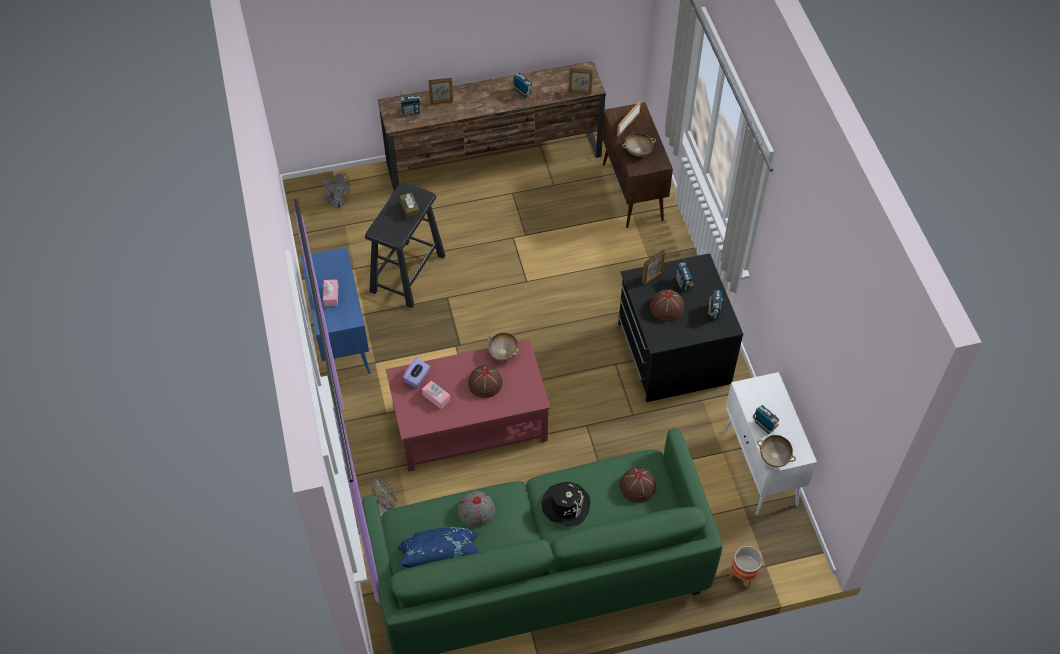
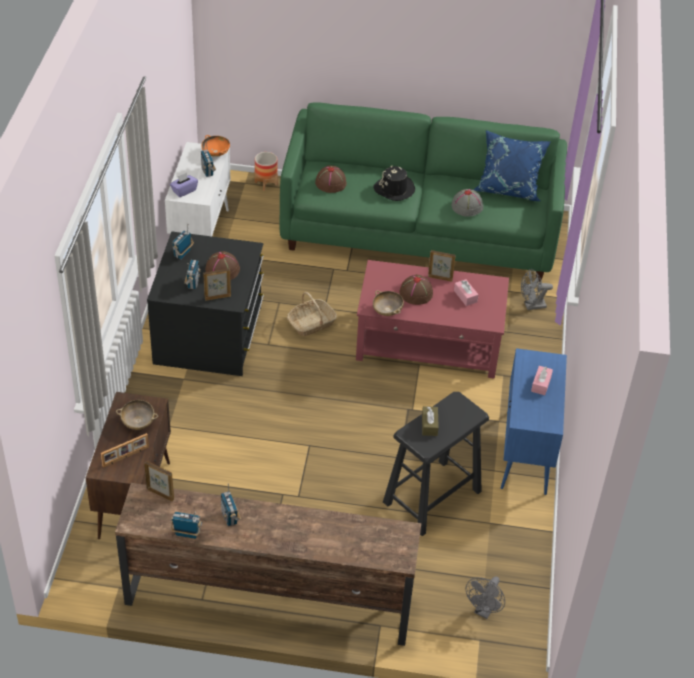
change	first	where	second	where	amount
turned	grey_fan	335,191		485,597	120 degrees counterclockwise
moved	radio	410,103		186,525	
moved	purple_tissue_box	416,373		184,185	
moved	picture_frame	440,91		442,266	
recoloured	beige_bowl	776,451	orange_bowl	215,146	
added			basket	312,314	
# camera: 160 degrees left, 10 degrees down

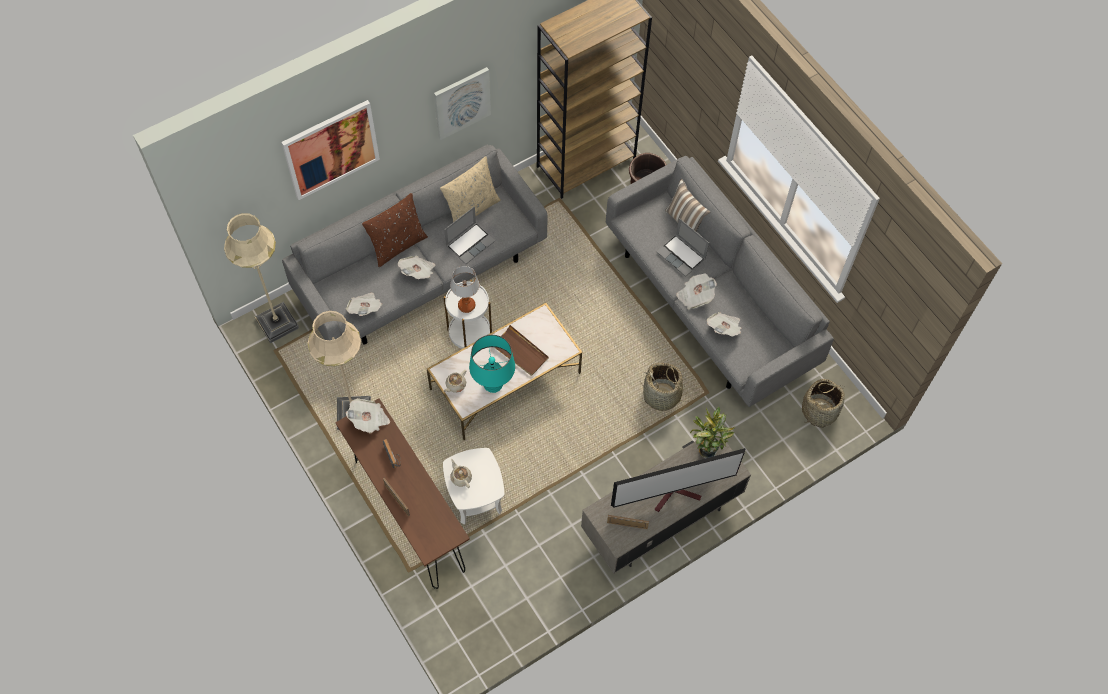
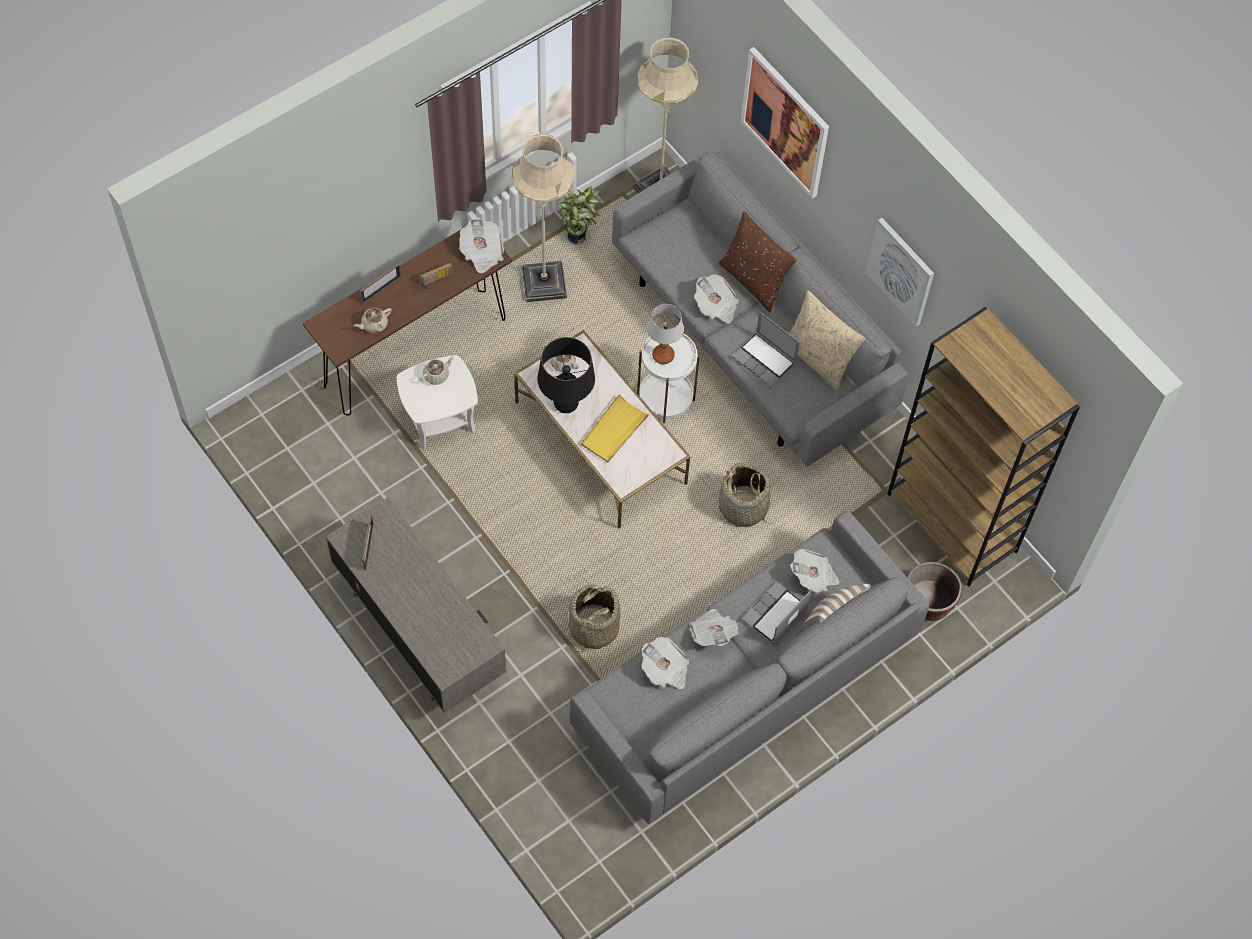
change	first	where	second	where	amount
moved	newspaper	364,304		814,571	
recoloured	turquoise_table_lamp	492,364	black_table_lamp	566,375	
recoloured	brown_tray	521,350	yellow_tray	615,428	
removed	television	678,480			
moved	potted_plant	713,433		580,215	
moved	basket	823,403		744,495	
added			beige_teapot	373,320	
# camera: 85 degrees right, 0 degrees up

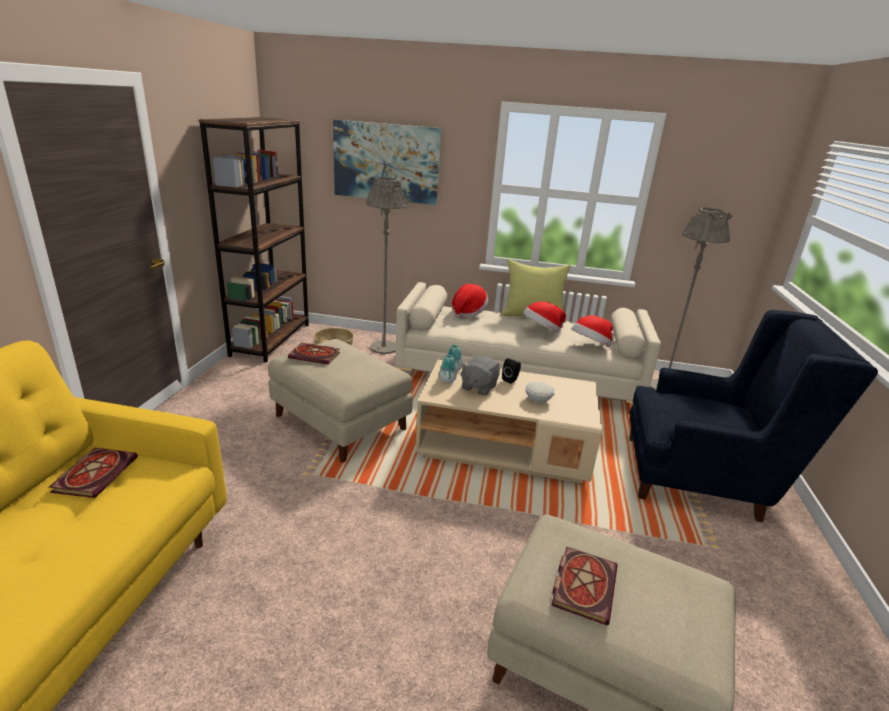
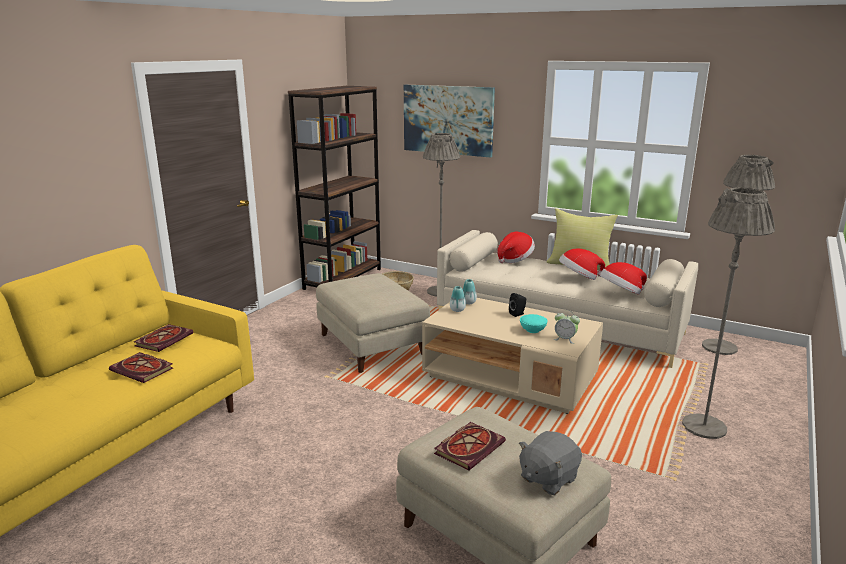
change	first	where	second	where	amount
moved	book	314,353		141,367	
moved	grey_plush_toy	480,376		550,463	
recoloured	white_bowl	540,392	turquoise_bowl	534,323	
replaced	blue_armchair	753,416	grey_floor_lamp	728,313	
added			alarm_clock	567,327	
# camera: 20 degrees right, 5 degrees down

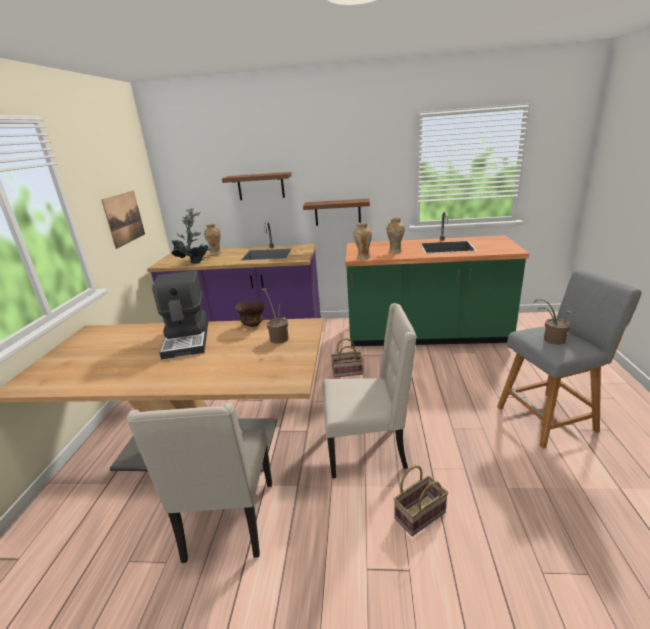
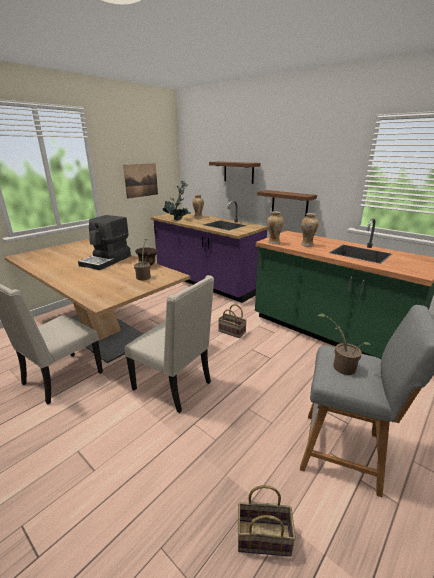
change	first	where	second	where	amount
moved	basket	421,500		267,520	
# camera: 35 degrees right, 0 degrees up

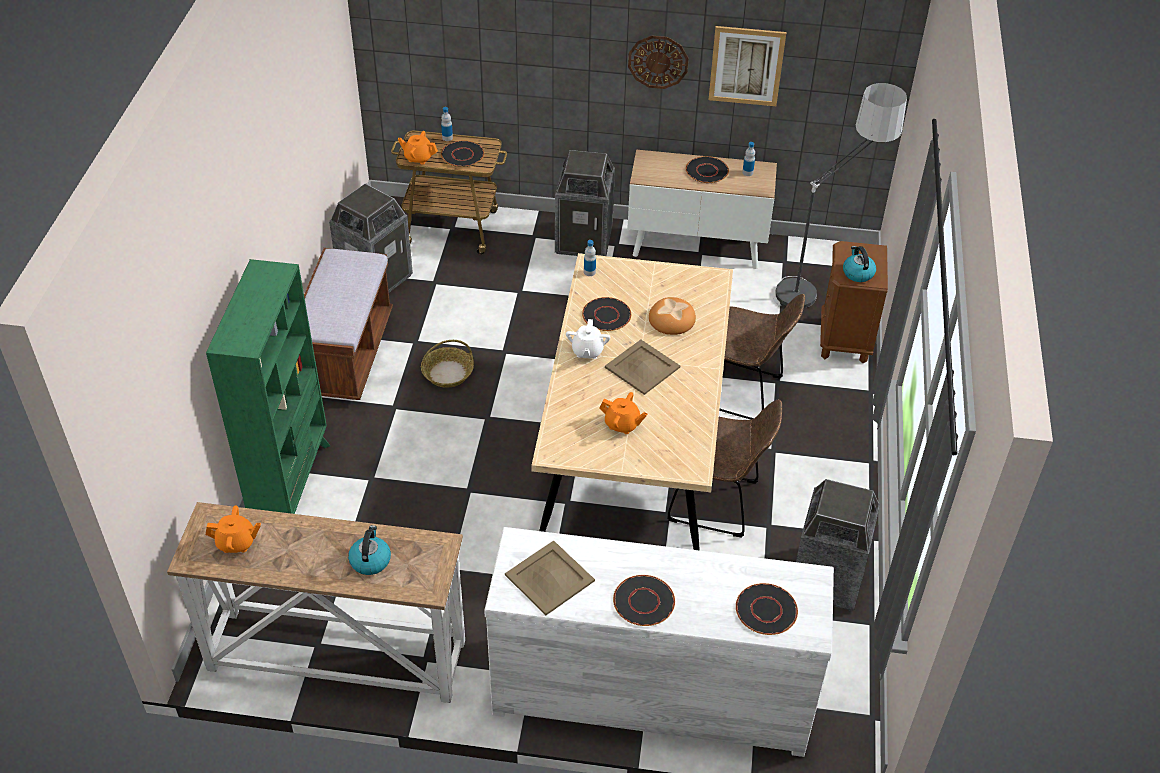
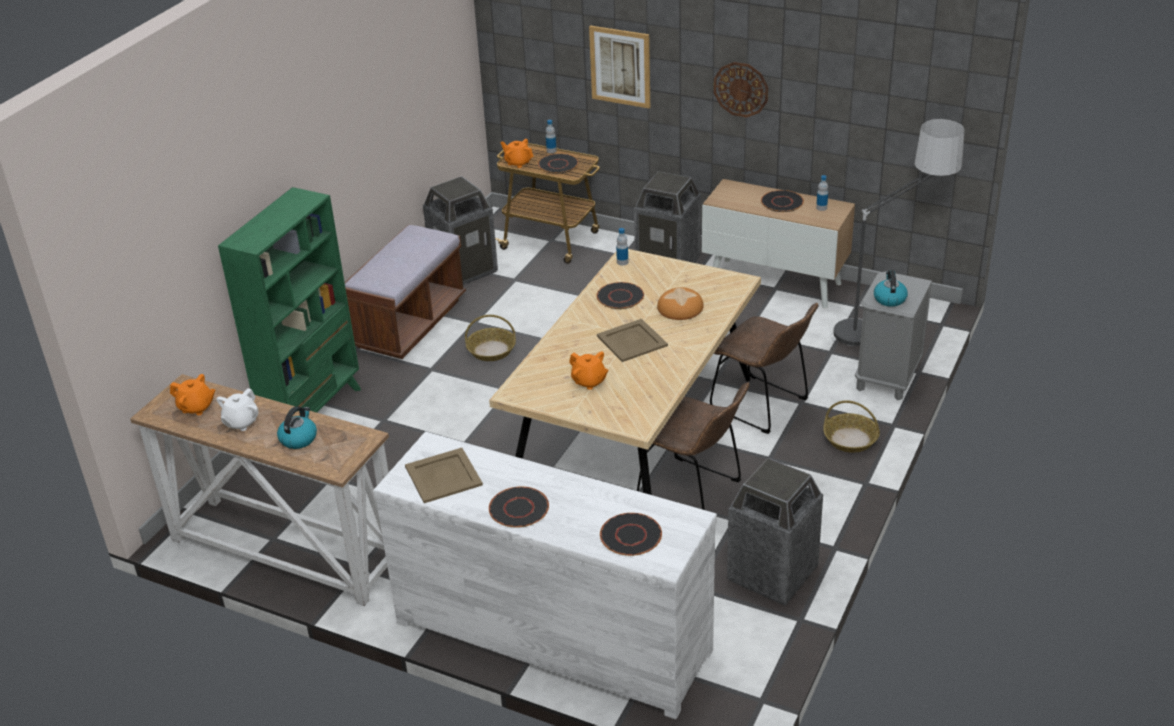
change	first	where	second	where	amount
moved	white_teapot	588,339		237,409	
moved	picture	747,66		619,67	
recoloured	brown_nightstand	854,302	grey_nightstand	893,335	
added			basket	851,426	
# camera: 20 degrees right, 10 degrees down

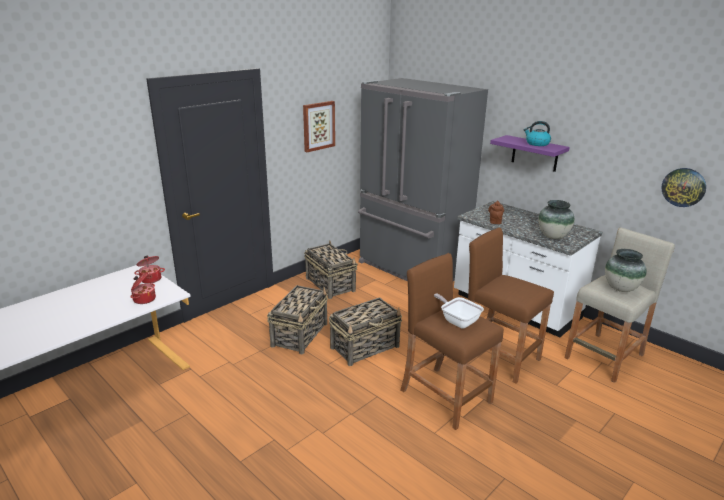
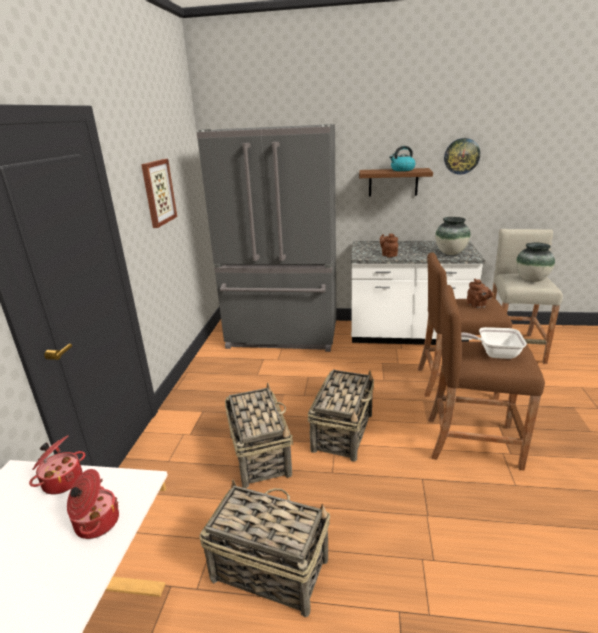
change	first	where	second	where	amount
moved	basket	331,270		264,548	
recoloured	purple_shelf	530,153	brown_shelf	396,182	
moved	wall_clock	683,187		462,156	
added			brown_teapot	480,293	
# camera: 35 degrees left, 0 degrees up

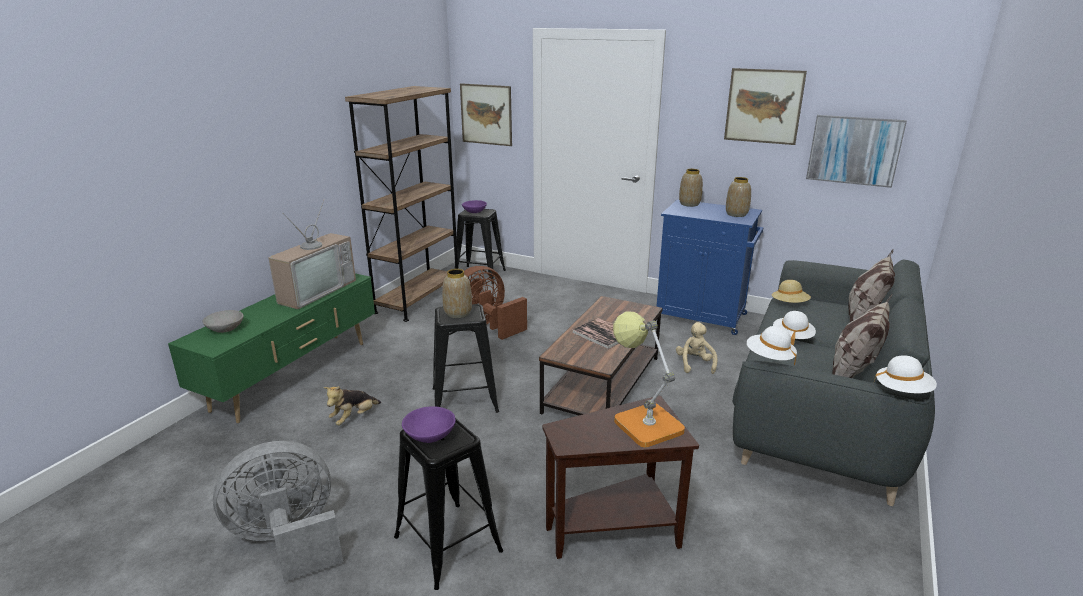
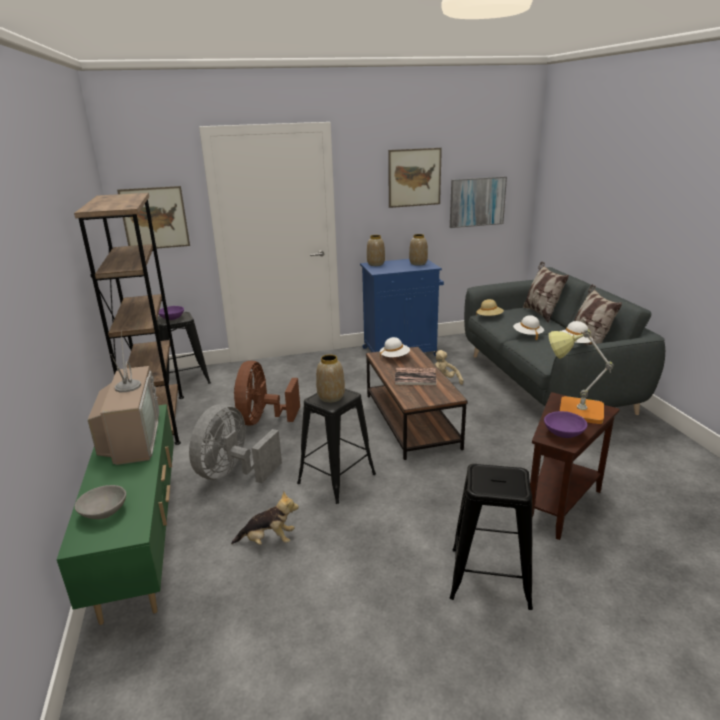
change	first	where	second	where	amount
moved	grey_fan	278,511		235,443	
turned	plush_toy	352,405		265,518	90 degrees counterclockwise
moved	purple_bowl	429,424		565,424	
moved	white_hat	905,374		395,348	
# camera: 40 degrees left, 0 degrees up

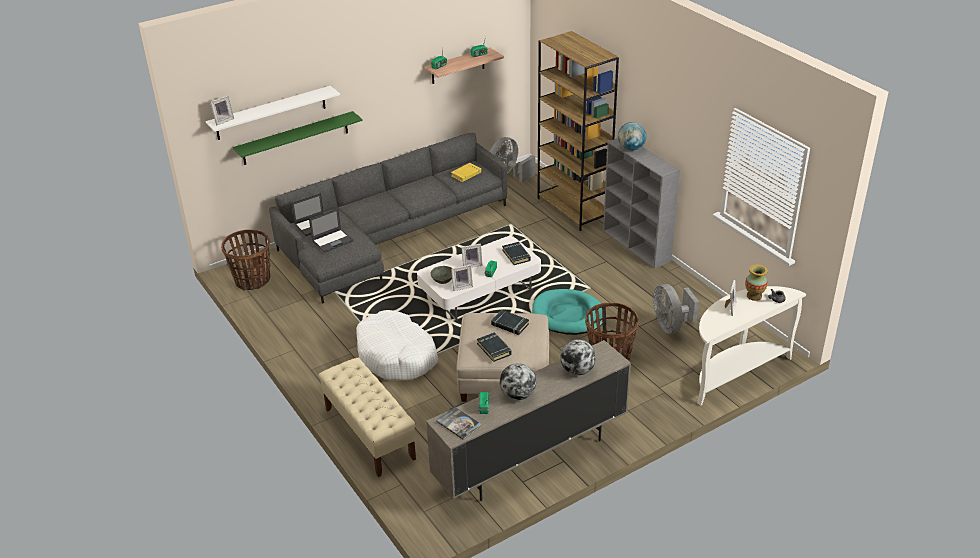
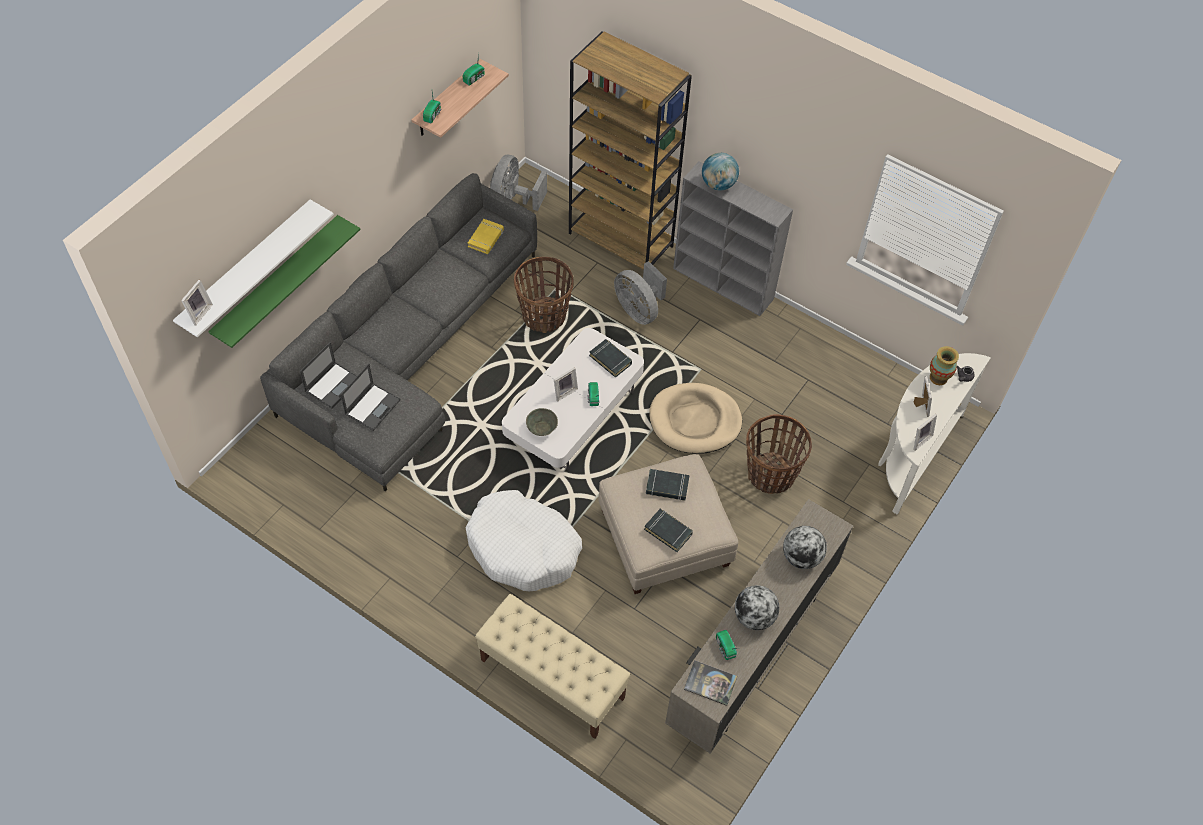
change	first	where	second	where	amount
moved	basket	245,260		544,295	
moved	picture_frame	462,277		925,432	
recoloured	turquoise_dog_bed	567,312	beige_dog_bed	695,418	
moved	grey_fan	676,309		640,293	
# camera: 25 degrees left, 20 degrees up

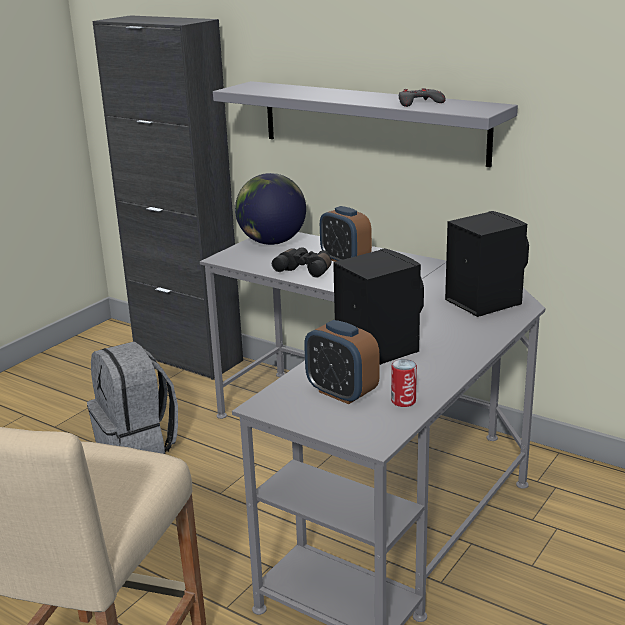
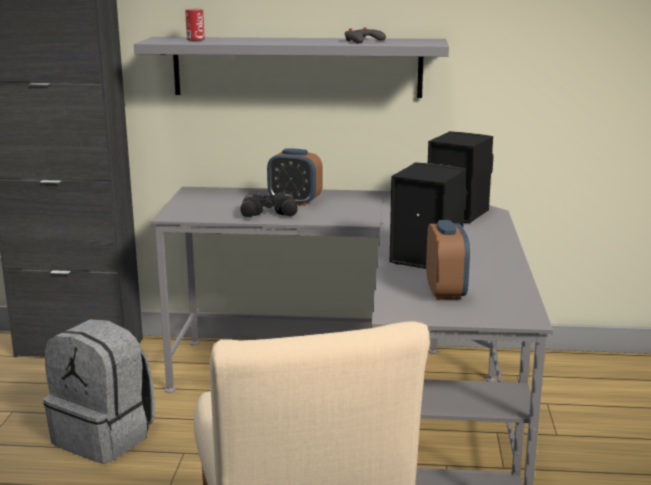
change	first	where	second	where	amount
removed	globe	270,209			
turned	alarm_clock	342,362		448,260	105 degrees counterclockwise
moved	can	404,383		195,25	
# camera: 30 degrees left, 5 degrees down

